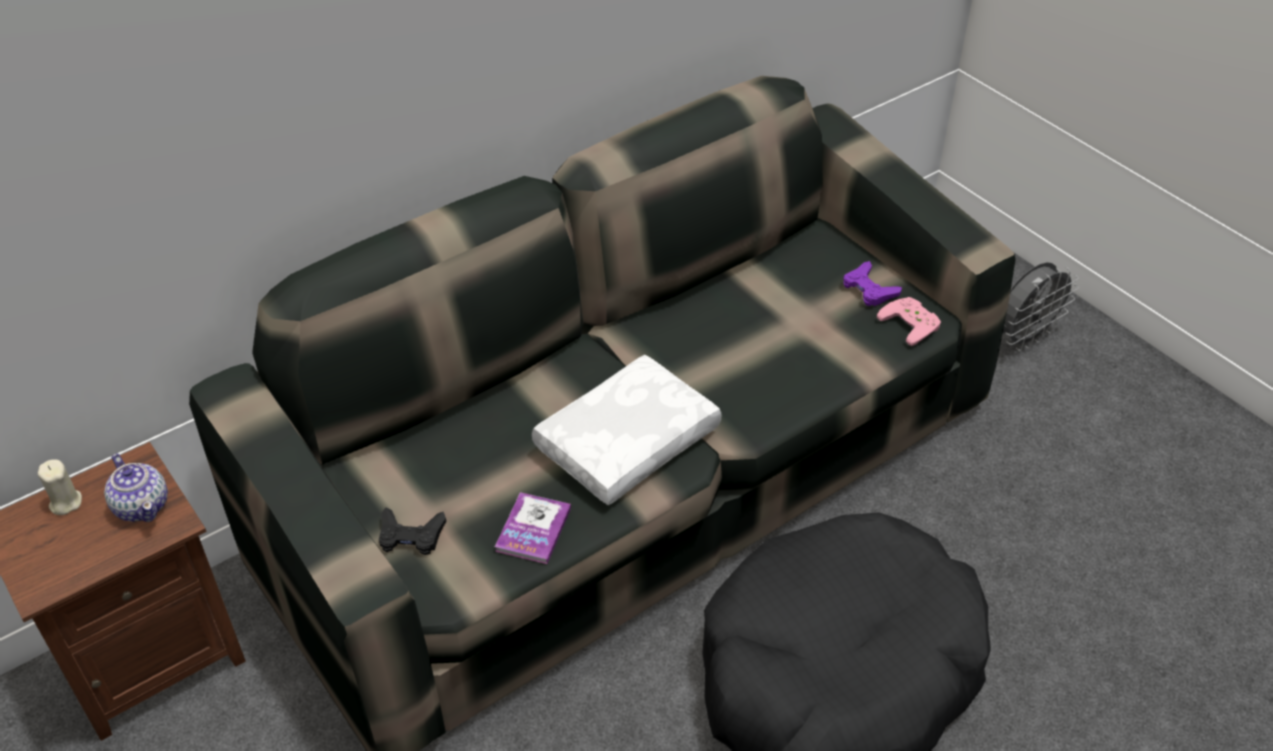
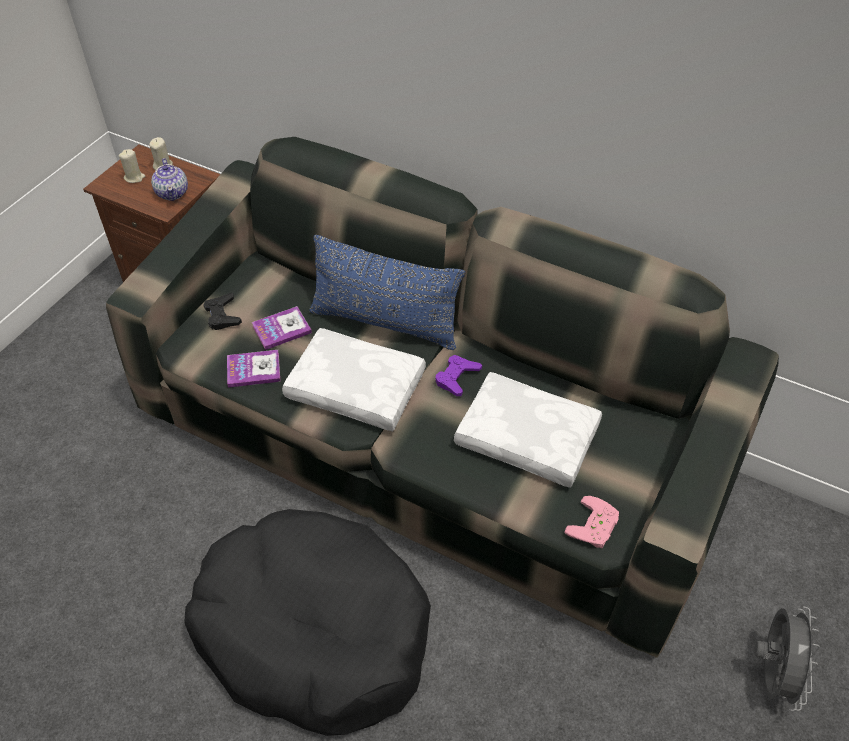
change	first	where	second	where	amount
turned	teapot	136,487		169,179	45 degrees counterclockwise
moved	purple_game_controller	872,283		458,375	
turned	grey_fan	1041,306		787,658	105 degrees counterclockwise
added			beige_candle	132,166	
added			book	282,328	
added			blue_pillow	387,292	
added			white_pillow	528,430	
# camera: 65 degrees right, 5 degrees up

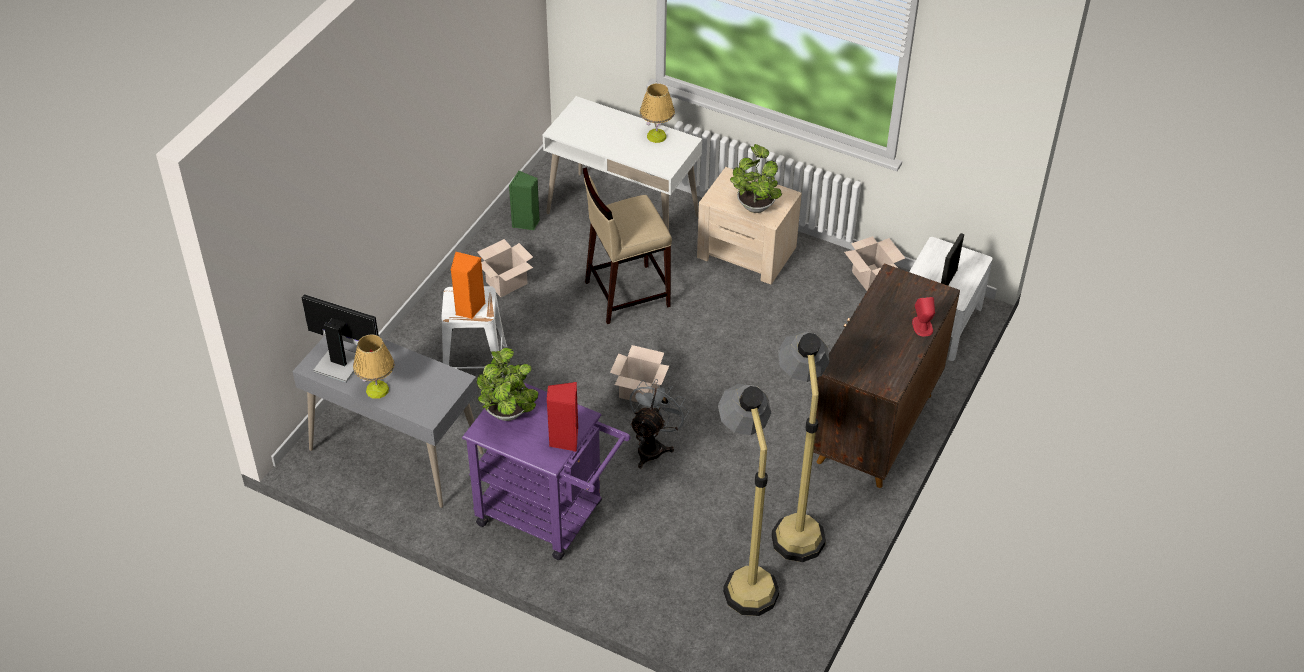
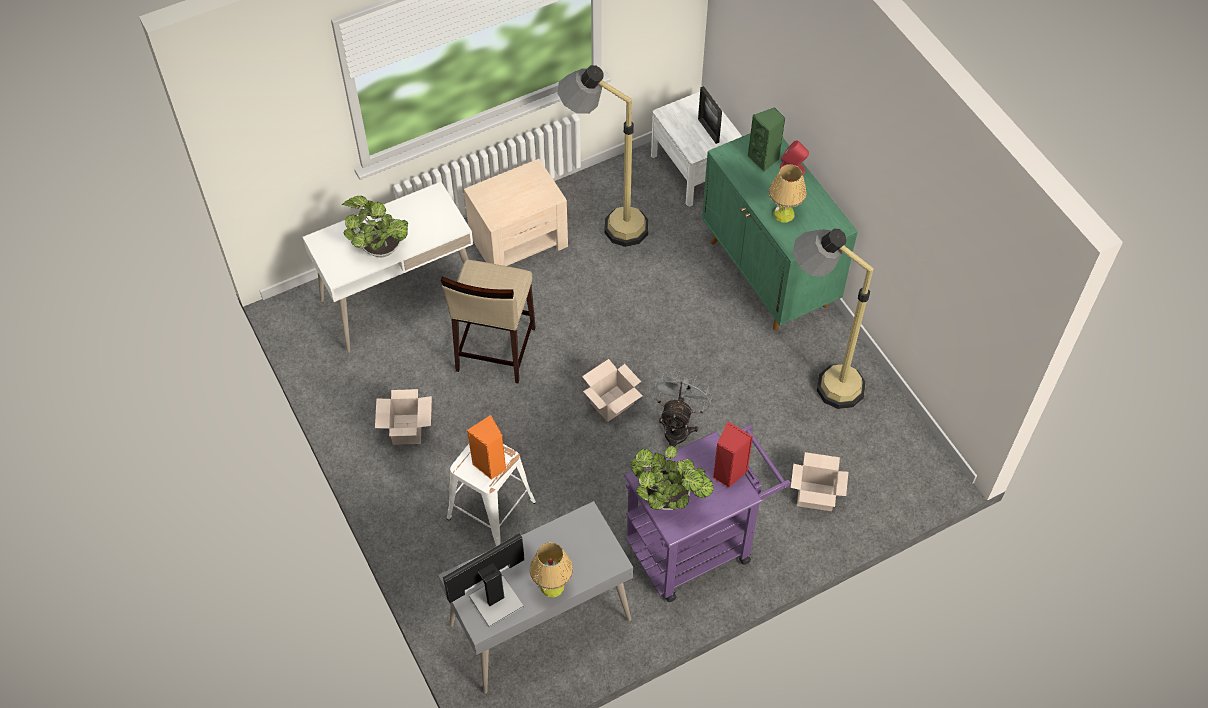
change	first	where	second	where	amount
moved	green_speaker	524,200		766,139	
turned	grey_fan	659,423		682,409	45 degrees clockwise
moved	table_lamp	657,113		788,193	
moved	floor_lamp	749,499		603,156	
moved	potted_plant	756,178		375,226	
recoloured	brown_cabinet	886,375	green_cabinet	780,232	
moved	cardboard_box	874,263		819,481	
# camera: 55 degrees left, 10 degrees up

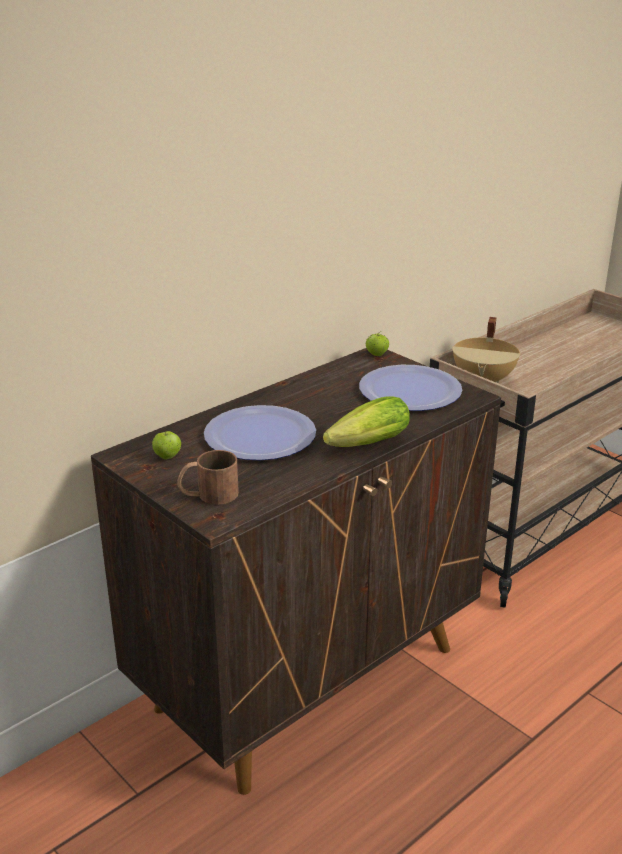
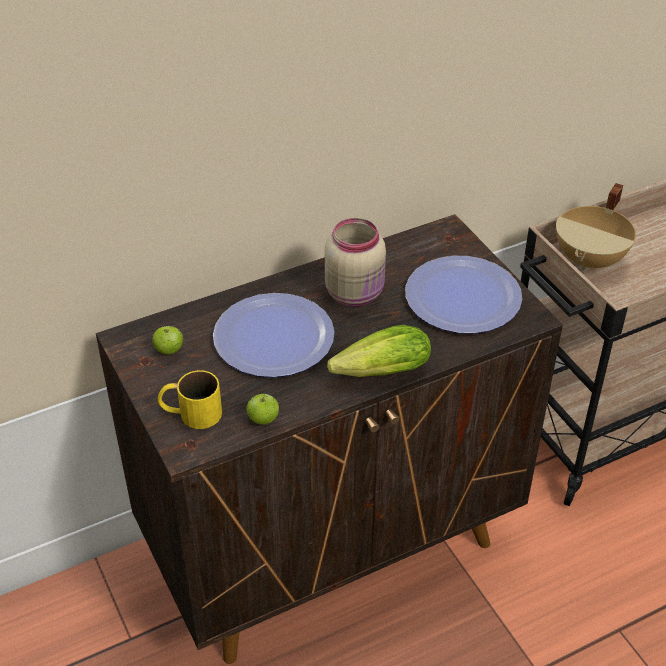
change	first	where	second	where	amount
recoloured	brown_mug	208,477	yellow_mug	190,399	
moved	apple	377,343		262,409	
added			beige_jar	355,262	
# camera: 15 degrees right, 15 degrees up

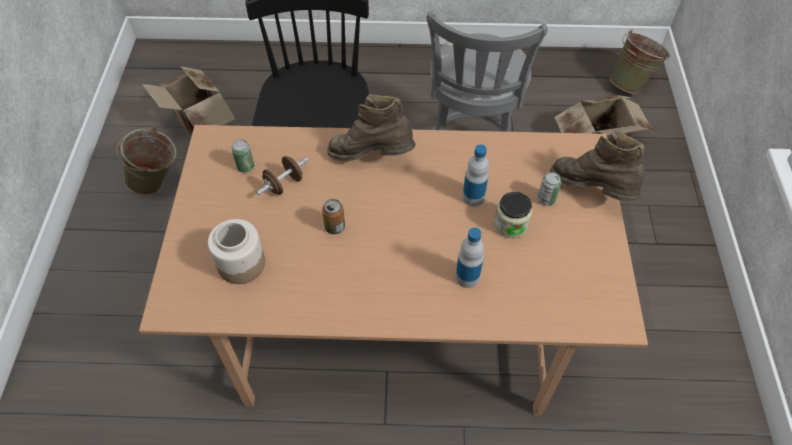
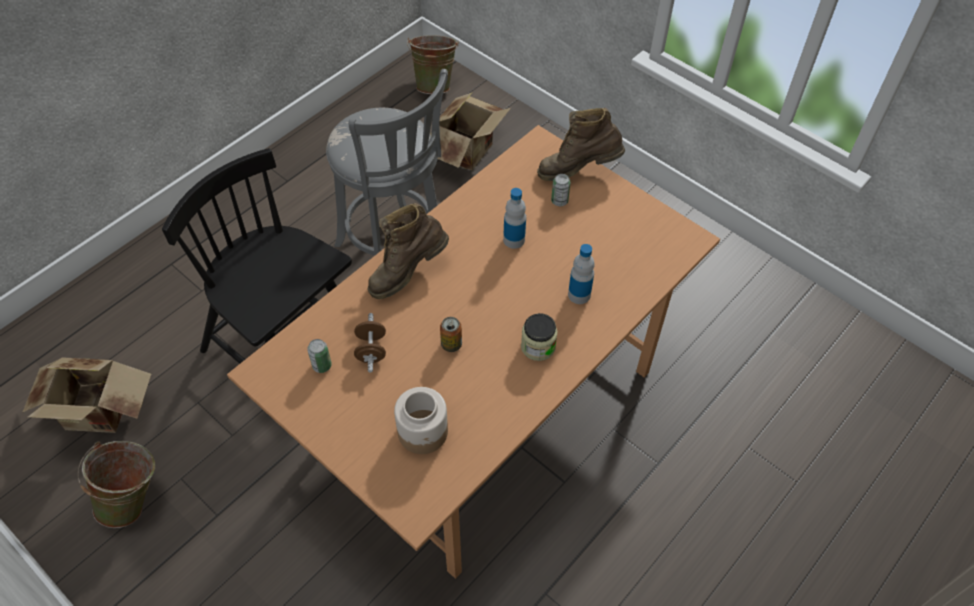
change	first	where	second	where	amount
moved	jar	513,215		539,337	
# camera: 50 degrees left, 0 degrees up

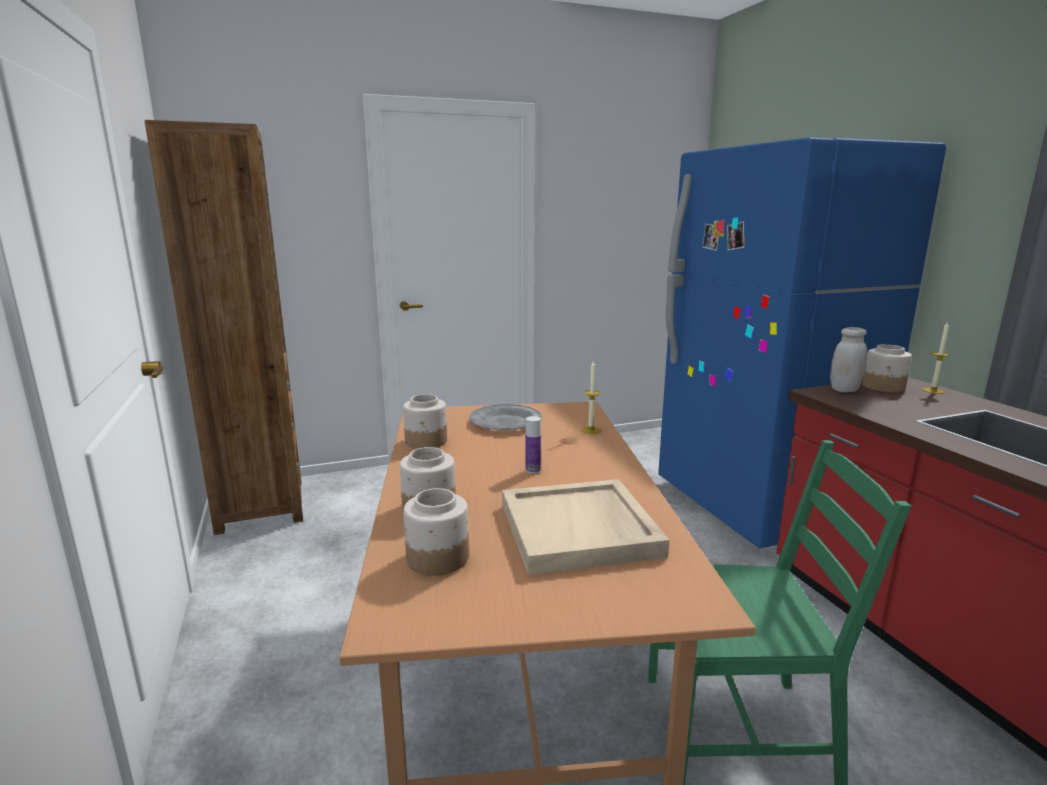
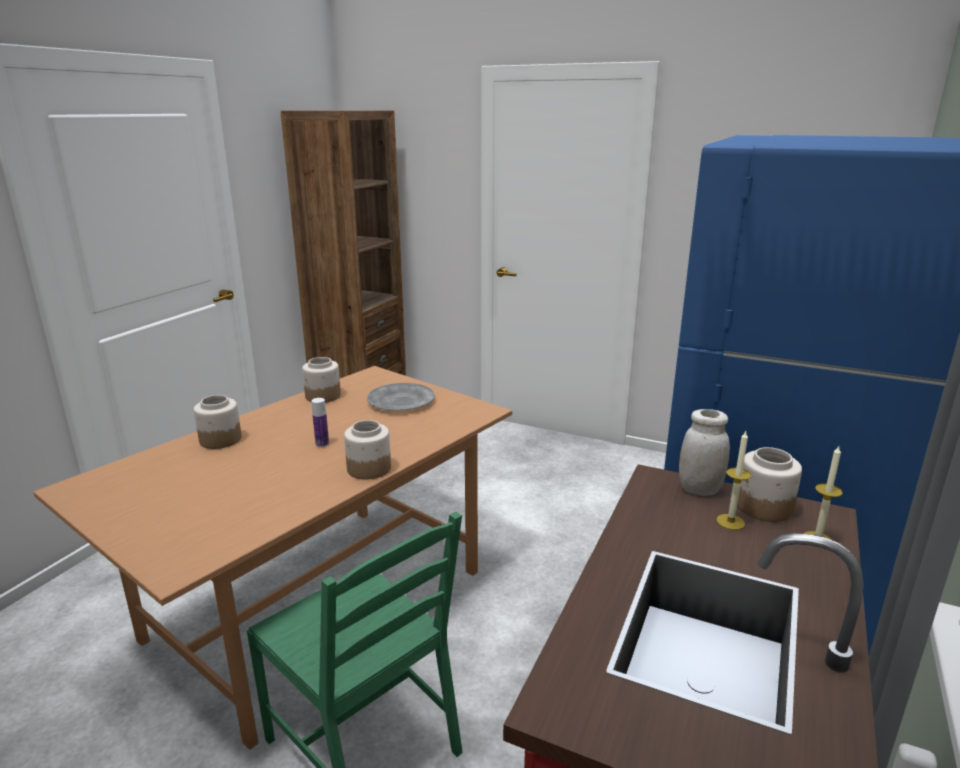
change	first	where	second	where	amount
moved	jar	436,532		367,450	
removed	beige_tray	585,527			
moved	candle	591,397		734,480	
# camera: 45 degrees right, 5 degrees up

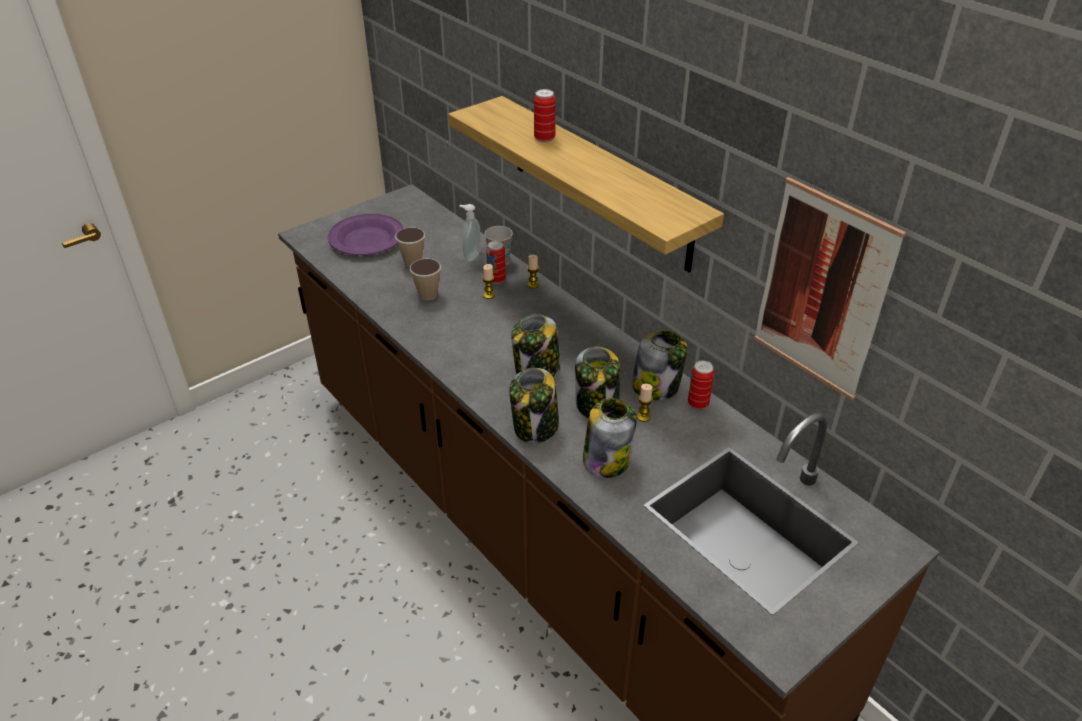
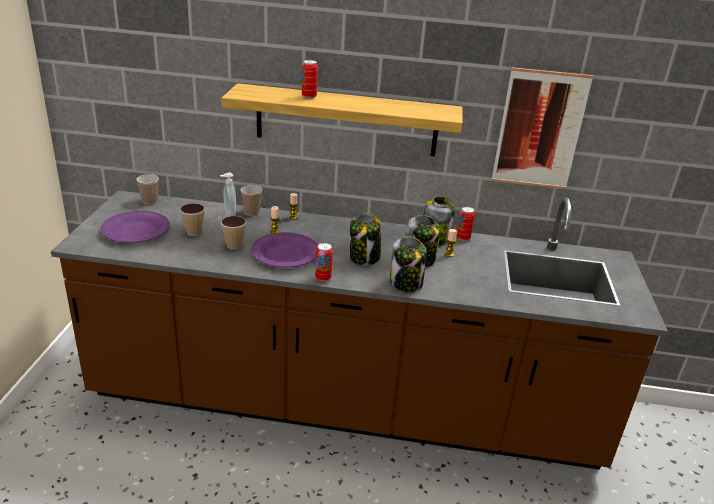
change	first	where	second	where	amount
moved	can	496,262		324,262	
removed	jar	610,438			
added			cup	147,189	
added			purple_plate	284,250	
# camera: 45 degrees left, 10 degrees down

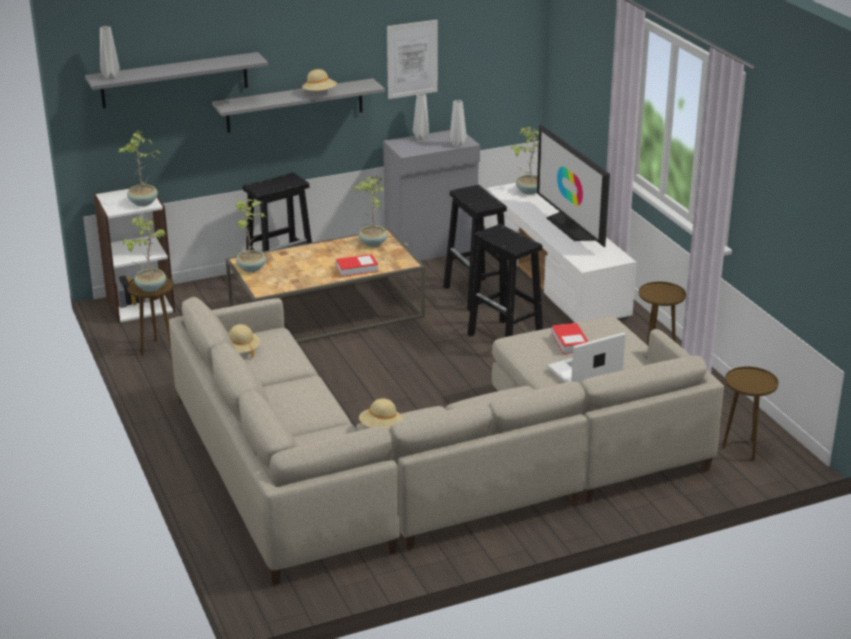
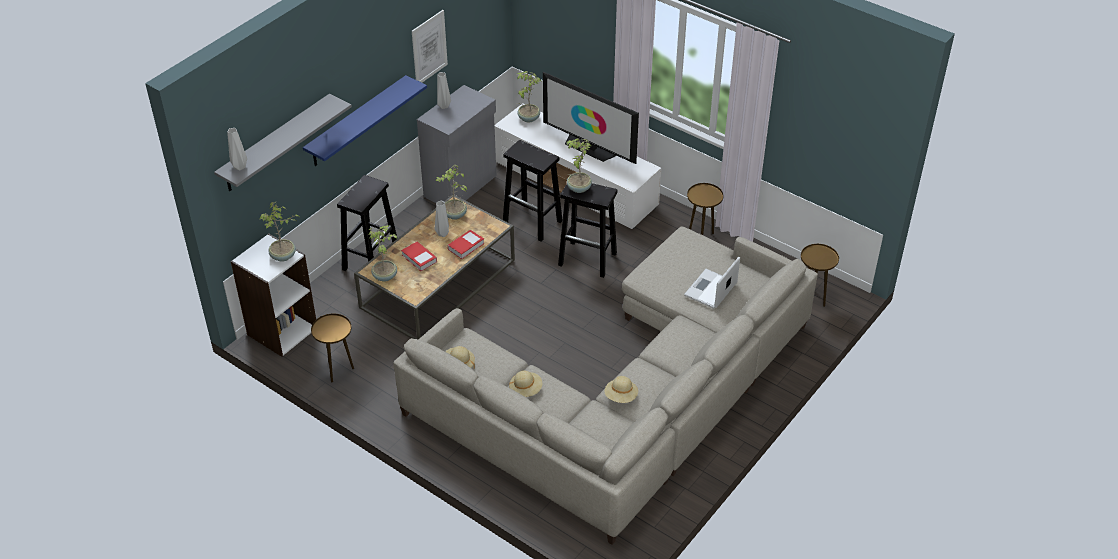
change	first	where	second	where	amount
moved	potted_plant	144,254		579,165	
recoloured	grey_shelf	298,105	blue_shelf	365,120	
moved	beige_hat	319,80		525,384	
moved	grey_vase	458,123		442,219	
moved	book	569,338		419,256	
# camera: 30 degrees left, 15 degrees up

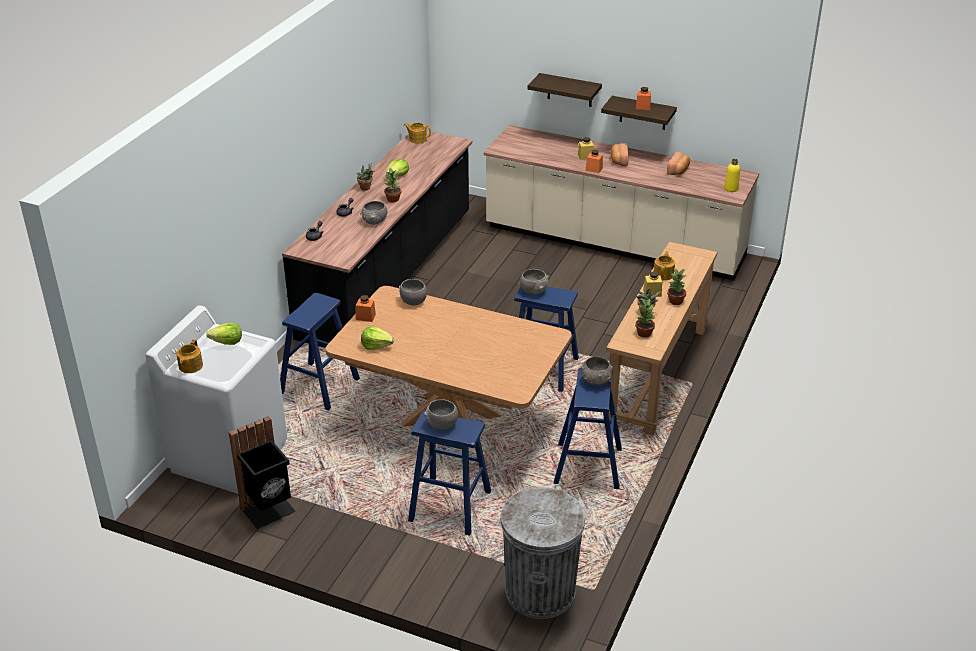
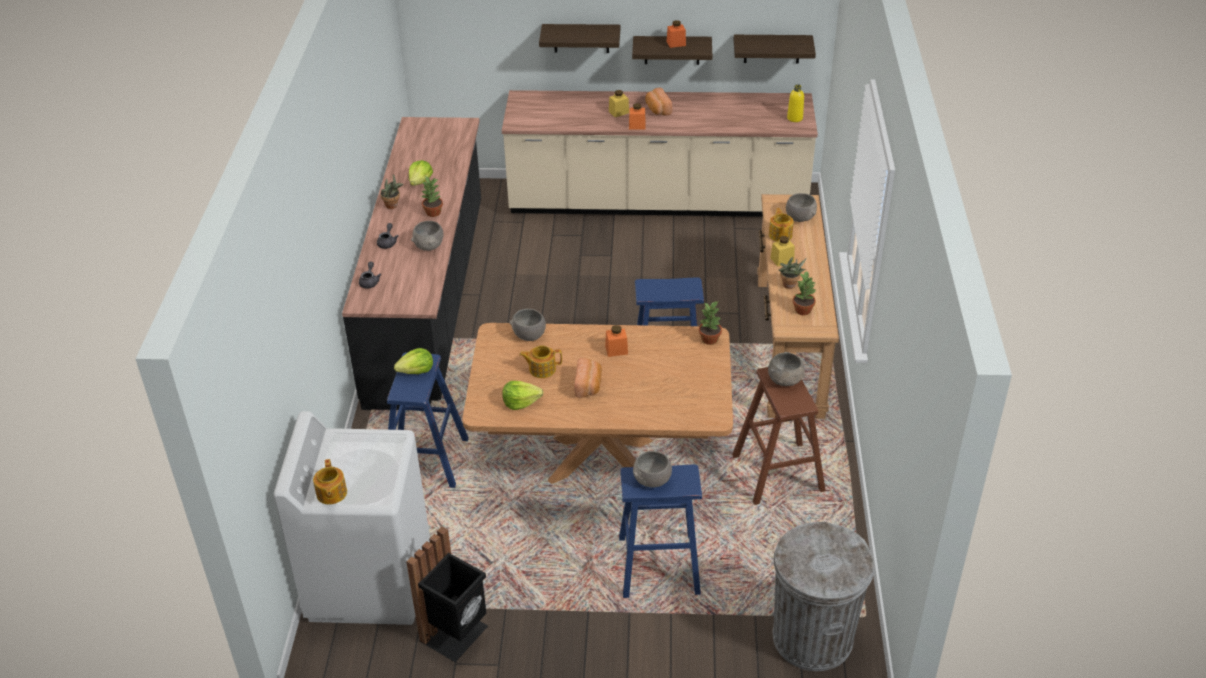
change	first	where	second	where	amount
moved	lettuce	224,334		413,361	
moved	orange_jar	365,308		616,341	
moved	teapot	417,133		540,361	
moved	grey_bowl	534,281		801,207	
recoloured	blue_stool	588,428	brown_stool	779,436	
moved	bread	678,163		588,378	
moved	potted_plant	676,287		710,323	
added			shelf	775,49	
# camera: 20 degrees left, 5 degrees up

